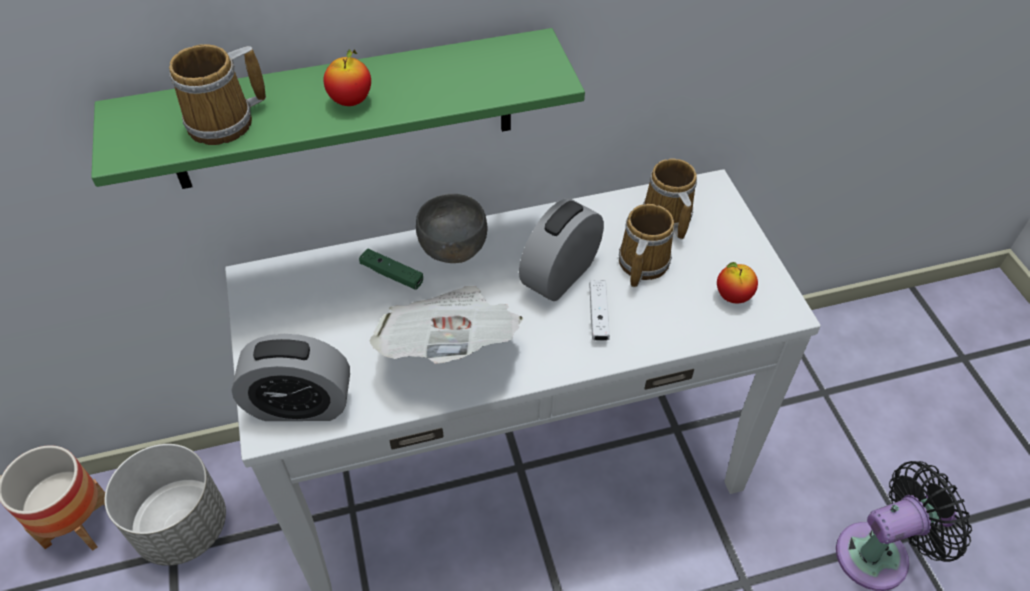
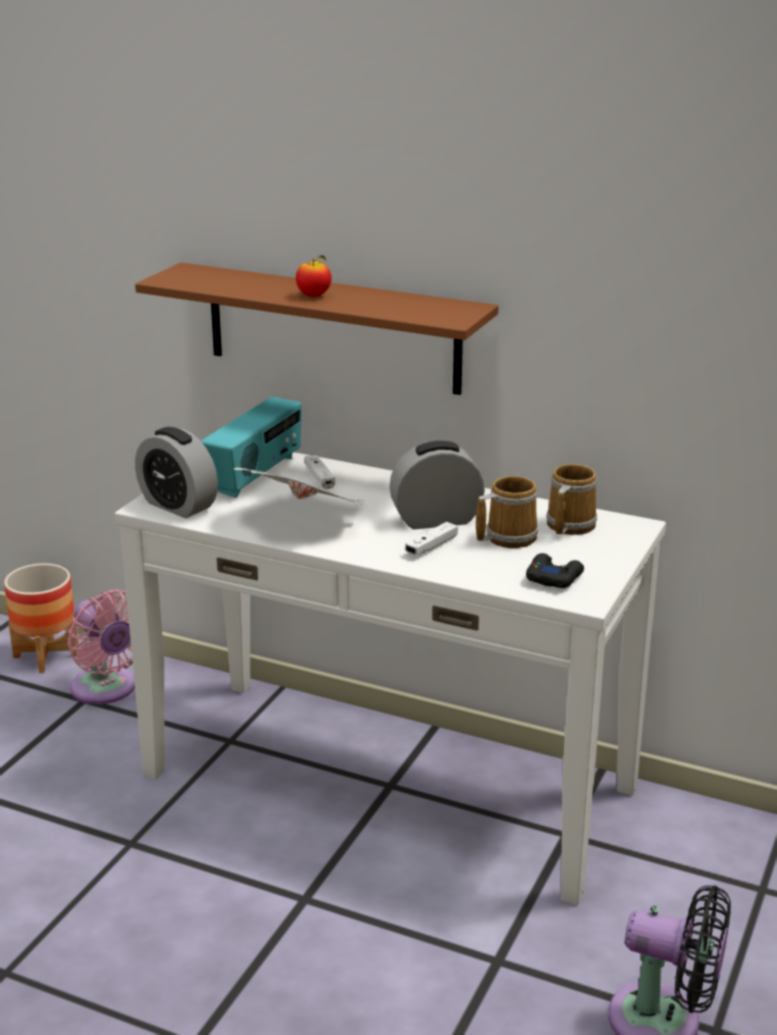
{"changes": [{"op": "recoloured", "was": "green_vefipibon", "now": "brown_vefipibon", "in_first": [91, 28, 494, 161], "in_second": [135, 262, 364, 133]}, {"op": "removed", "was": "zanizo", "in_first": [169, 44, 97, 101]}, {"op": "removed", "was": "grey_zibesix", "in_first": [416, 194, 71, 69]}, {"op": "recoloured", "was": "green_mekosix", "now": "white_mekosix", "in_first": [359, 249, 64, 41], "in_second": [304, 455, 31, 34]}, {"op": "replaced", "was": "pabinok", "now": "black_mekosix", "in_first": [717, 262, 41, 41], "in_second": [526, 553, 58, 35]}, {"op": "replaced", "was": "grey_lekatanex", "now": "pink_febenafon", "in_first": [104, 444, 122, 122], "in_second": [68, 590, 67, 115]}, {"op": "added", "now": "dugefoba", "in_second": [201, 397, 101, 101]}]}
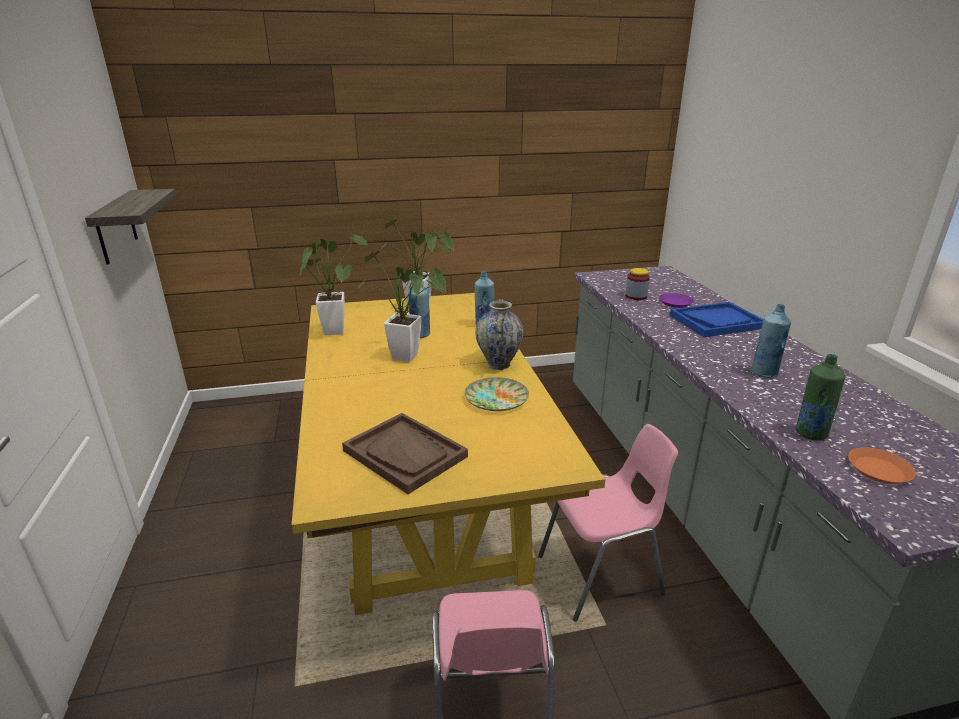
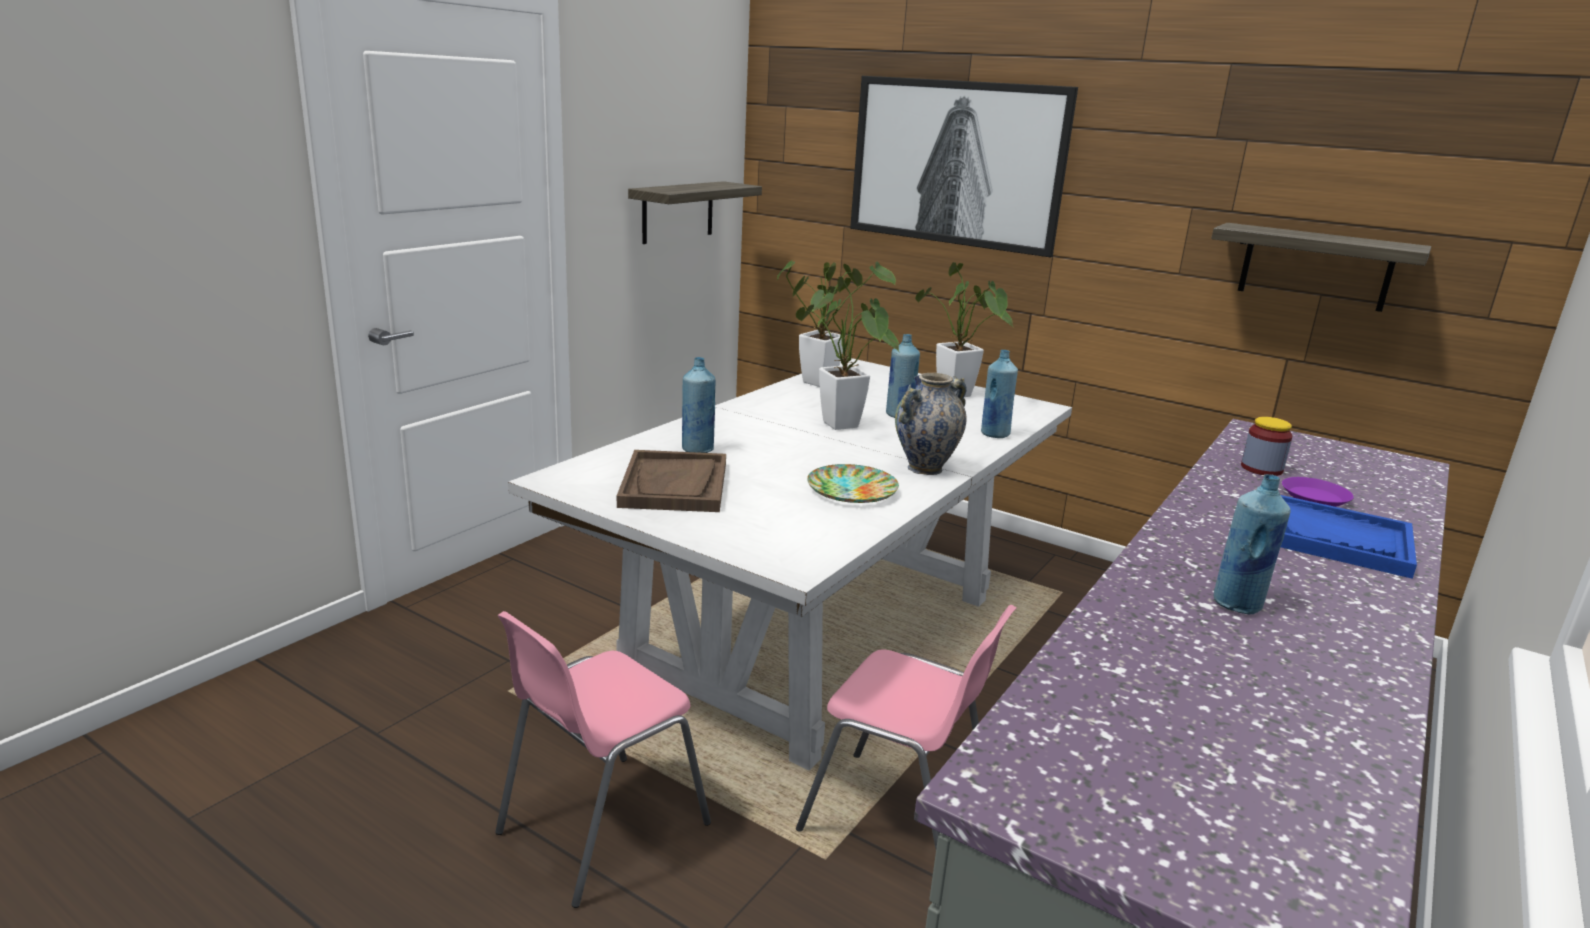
{"changes": [{"op": "recoloured", "was": "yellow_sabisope", "now": "white_sabisope", "in_first": [291, 293, 314, 322], "in_second": [508, 358, 564, 412]}, {"op": "removed", "was": "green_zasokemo", "in_first": [796, 354, 49, 86]}, {"op": "removed", "was": "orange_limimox", "in_first": [848, 447, 68, 37]}, {"op": "added", "now": "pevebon", "in_second": [850, 76, 228, 182]}, {"op": "added", "now": "vefipibon", "in_second": [1211, 223, 220, 89]}, {"op": "added", "now": "blue_zasokemo", "in_second": [682, 357, 33, 96]}]}
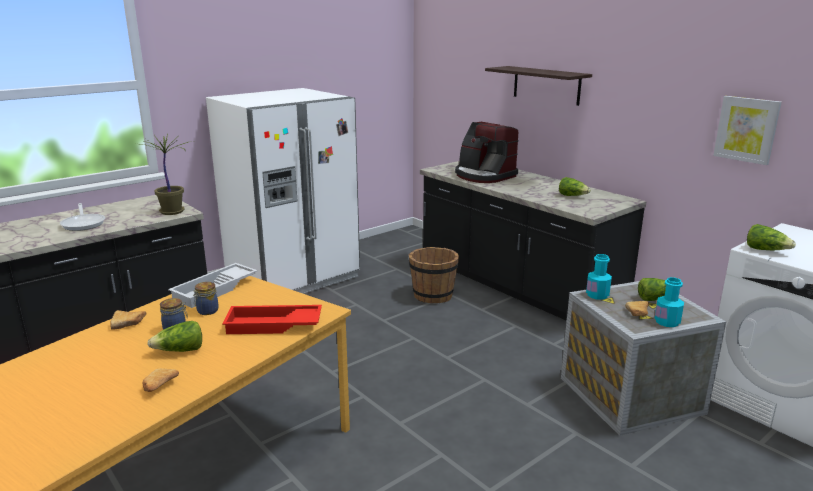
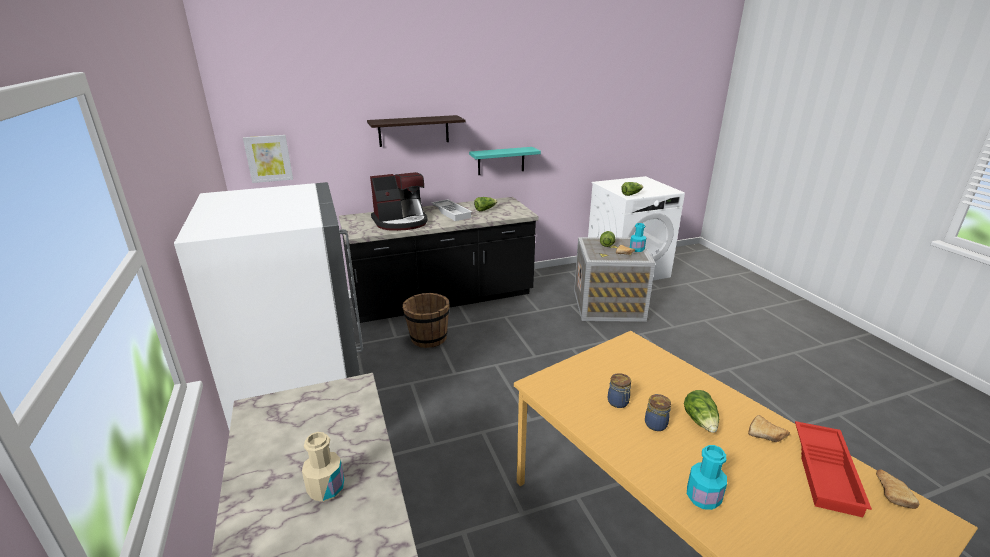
{"changes": [{"op": "moved", "was": "pevebon", "in_first": [713, 96, 69, 69], "in_second": [243, 135, 50, 48]}, {"op": "removed", "was": "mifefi", "in_first": [142, 134, 50, 81]}, {"op": "replaced", "was": "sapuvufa", "now": "beige_zasokemo", "in_first": [60, 203, 45, 28], "in_second": [302, 432, 42, 70]}, {"op": "moved", "was": "turquoise_zasokemo", "in_first": [586, 254, 26, 46], "in_second": [687, 445, 40, 65]}, {"op": "moved", "was": "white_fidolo", "in_first": [168, 263, 89, 45], "in_second": [431, 199, 41, 22]}, {"op": "moved", "was": "red_fidolo", "in_first": [222, 305, 100, 29], "in_second": [795, 421, 77, 96]}, {"op": "moved", "was": "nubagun", "in_first": [110, 310, 36, 20], "in_second": [876, 470, 43, 39]}, {"op": "added", "now": "turquoise_vefipibon", "in_second": [469, 147, 72, 28]}]}
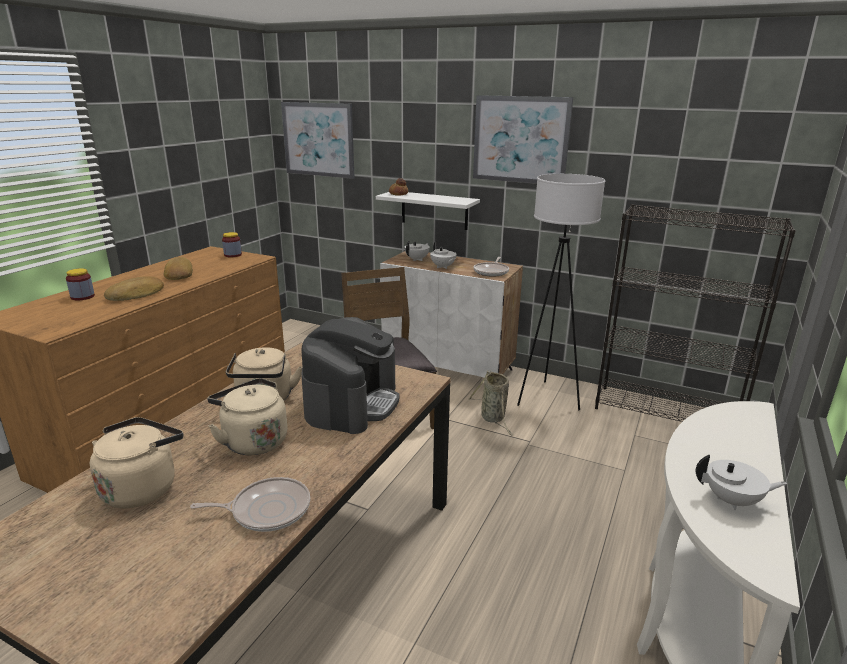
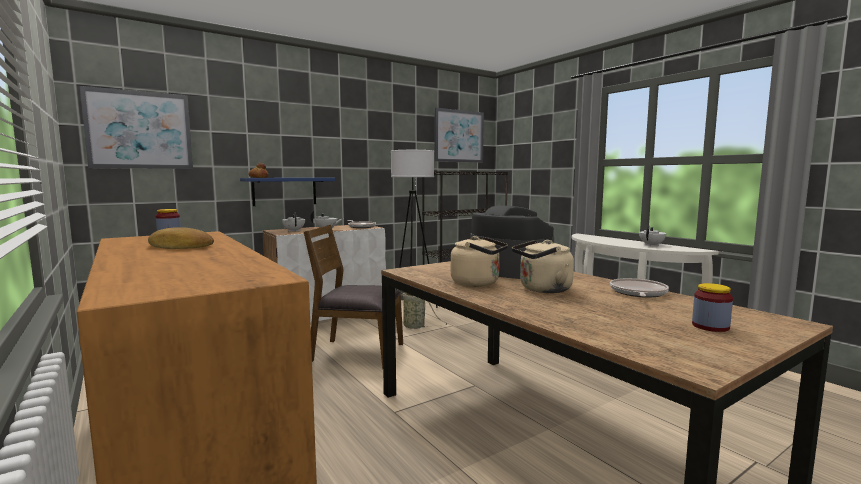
{"changes": [{"op": "moved", "was": "pevebon", "in_first": [473, 95, 100, 89], "in_second": [435, 108, 49, 55]}, {"op": "recoloured", "was": "white_vefipibon", "now": "blue_vefipibon", "in_first": [376, 192, 104, 38], "in_second": [240, 178, 95, 28]}, {"op": "moved", "was": "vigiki", "in_first": [66, 268, 29, 33], "in_second": [692, 283, 41, 49]}, {"op": "removed", "was": "nubagun", "in_first": [104, 276, 60, 25]}, {"op": "removed", "was": "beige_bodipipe", "in_first": [90, 417, 93, 91]}]}
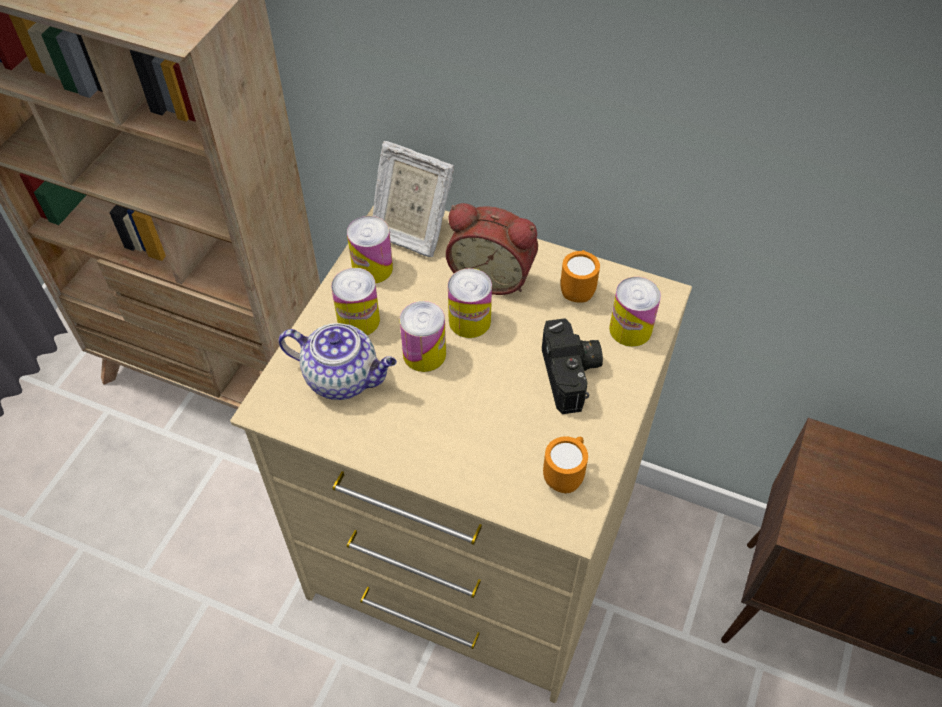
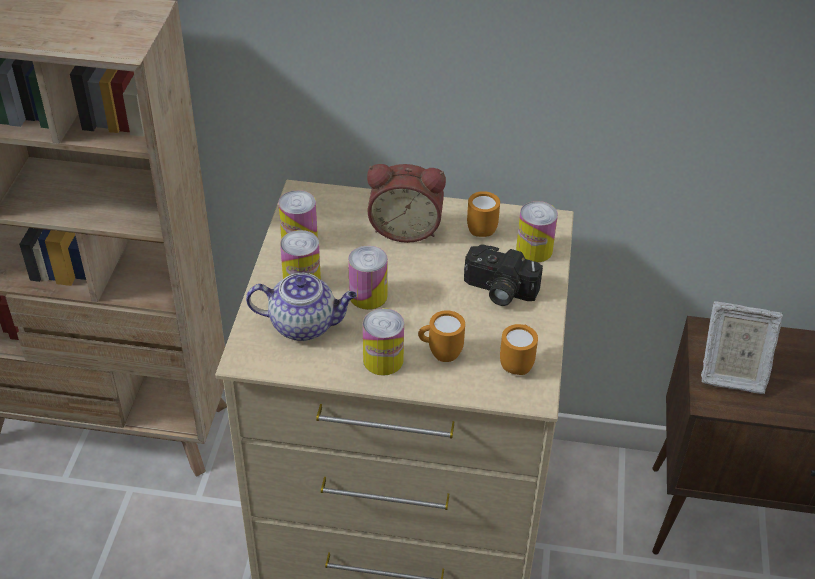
{"changes": [{"op": "moved", "was": "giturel", "in_first": [373, 141, 81, 116], "in_second": [701, 302, 82, 92]}, {"op": "moved", "was": "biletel", "in_first": [448, 268, 44, 70], "in_second": [363, 308, 41, 68]}, {"op": "turned", "was": "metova", "in_first": [542, 318, 61, 96], "in_second": [464, 244, 79, 62], "clockwise": 135}, {"op": "added", "now": "orange_zanizo", "in_second": [418, 310, 47, 52]}]}
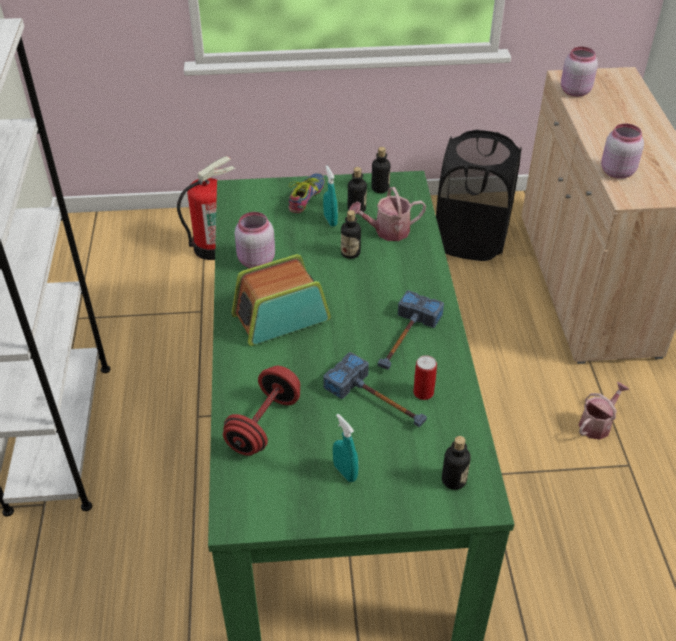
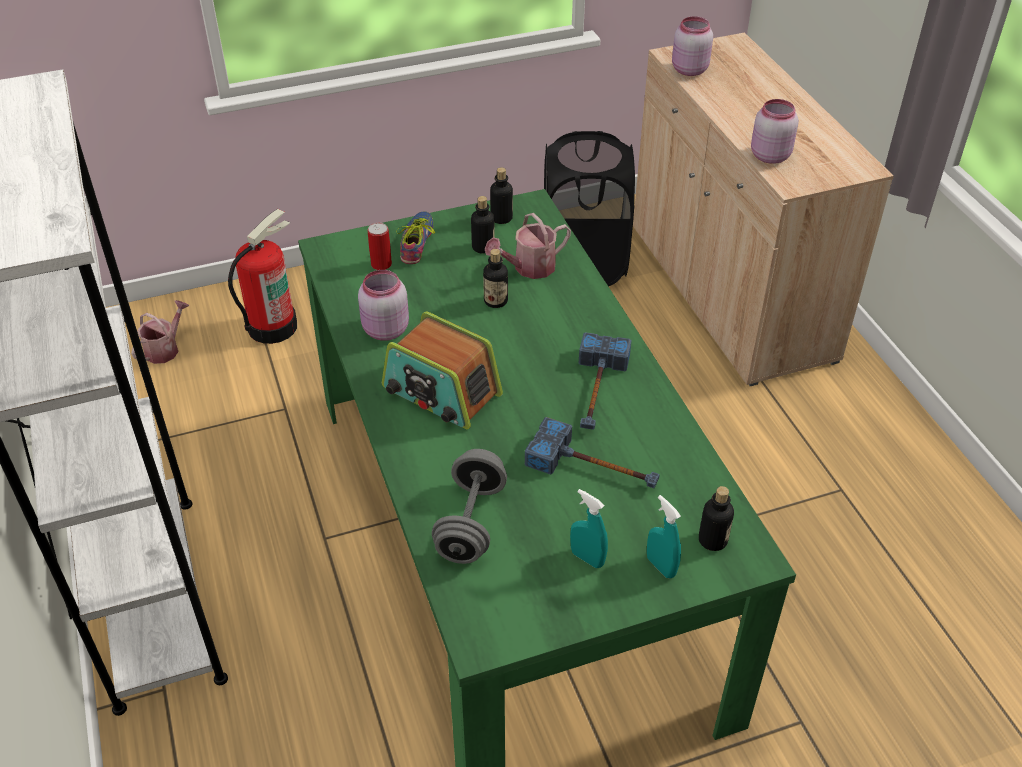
{"changes": [{"op": "moved", "was": "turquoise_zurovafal", "in_first": [323, 166, 15, 61], "in_second": [647, 495, 34, 83]}, {"op": "turned", "was": "dugefoba", "in_first": [231, 254, 100, 92], "in_second": [382, 311, 121, 119], "clockwise": -105}, {"op": "moved", "was": "biletel", "in_first": [413, 355, 24, 45], "in_second": [368, 223, 24, 47]}, {"op": "recoloured", "was": "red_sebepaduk", "now": "grey_sebepaduk", "in_first": [223, 366, 77, 90], "in_second": [432, 449, 75, 115]}, {"op": "moved", "was": "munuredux", "in_first": [579, 382, 50, 58], "in_second": [131, 300, 58, 64]}]}
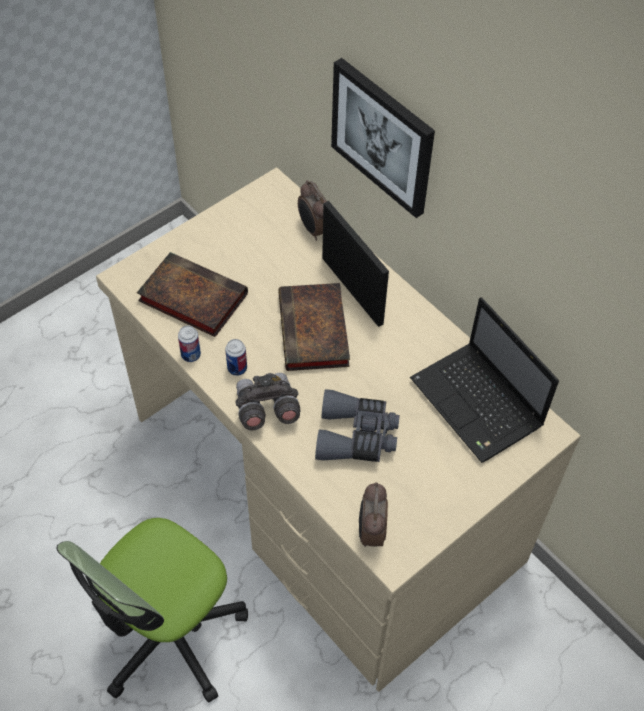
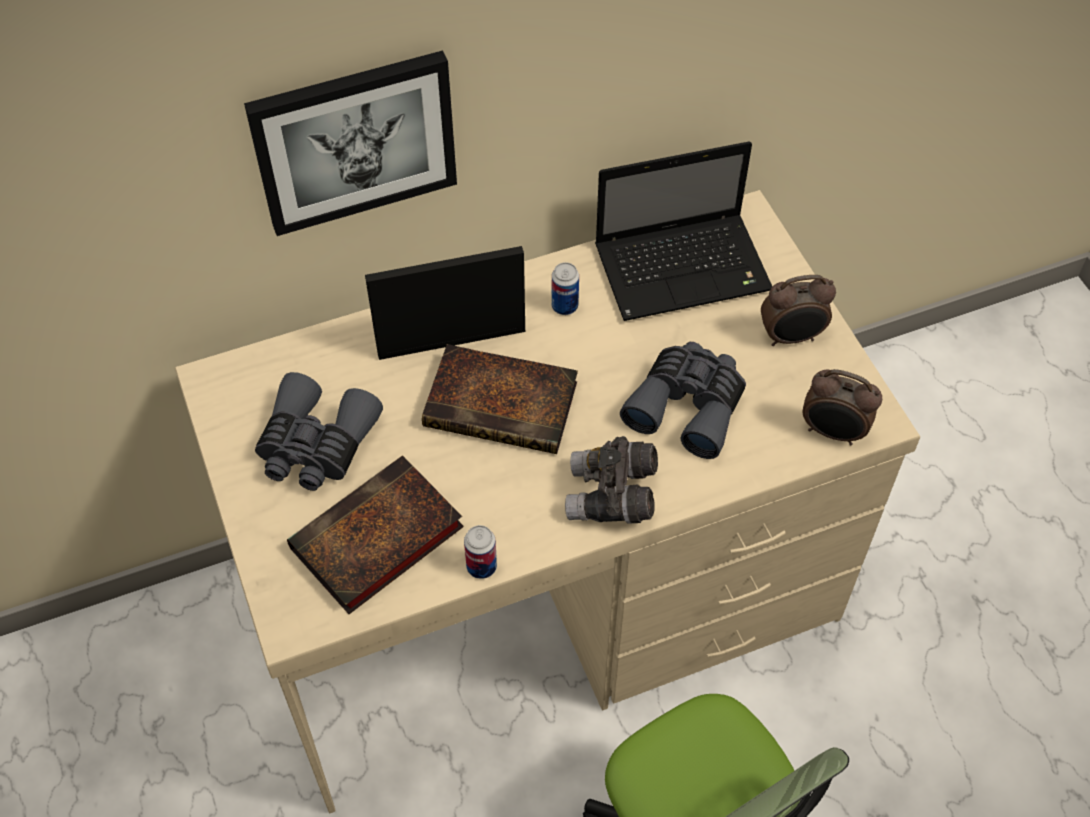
{"changes": [{"op": "moved", "was": "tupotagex", "in_first": [298, 180, 29, 61], "in_second": [761, 275, 75, 71]}, {"op": "moved", "was": "biletel", "in_first": [225, 339, 22, 37], "in_second": [551, 262, 28, 53]}, {"op": "added", "now": "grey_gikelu", "in_second": [255, 372, 128, 119]}]}
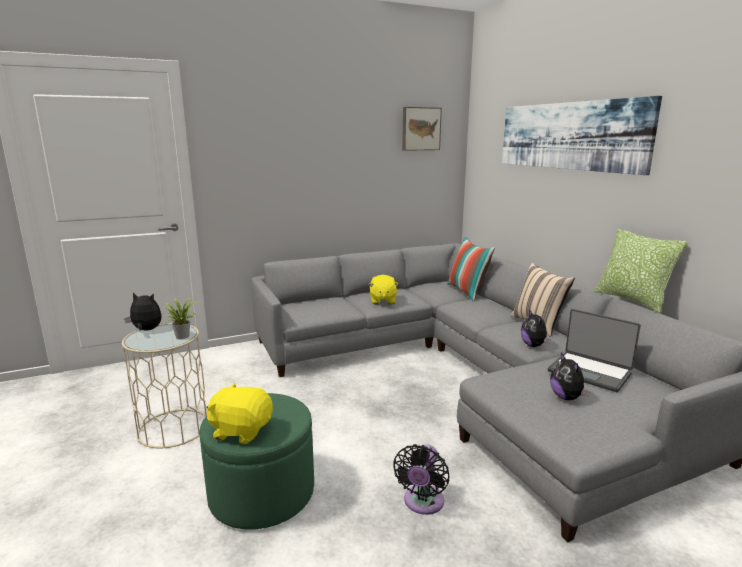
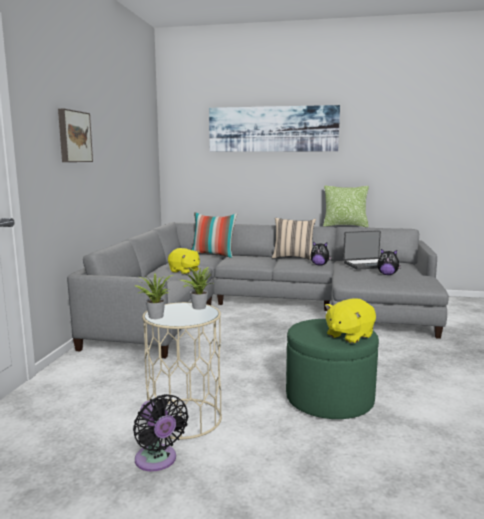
{"changes": [{"op": "moved", "was": "pevebon", "in_first": [402, 107, 40, 44], "in_second": [58, 109, 35, 53]}, {"op": "replaced", "was": "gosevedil", "now": "mifefi", "in_first": [124, 292, 38, 39], "in_second": [134, 274, 39, 45]}, {"op": "moved", "was": "black_febenafon", "in_first": [393, 444, 56, 71], "in_second": [133, 394, 55, 78]}]}
